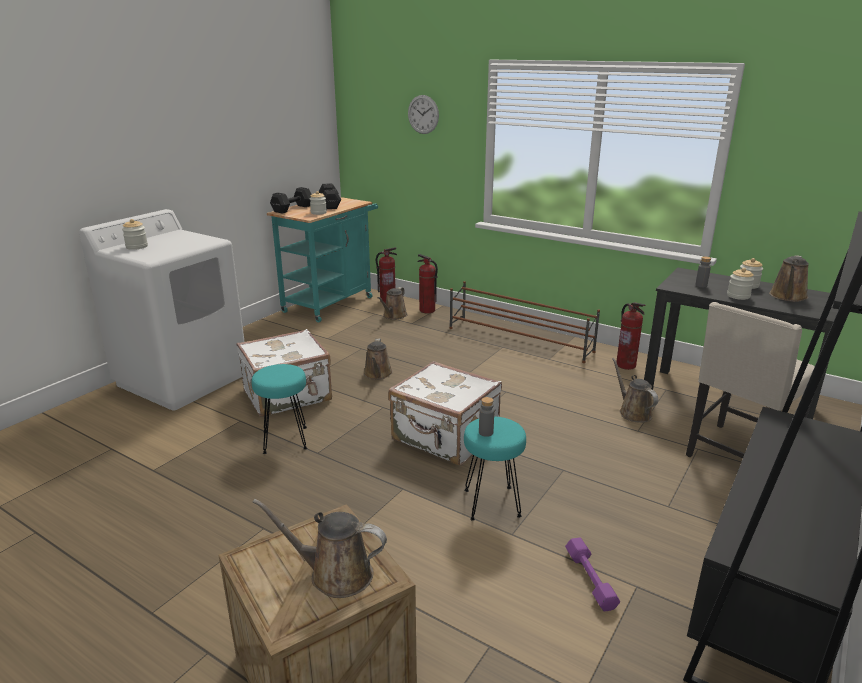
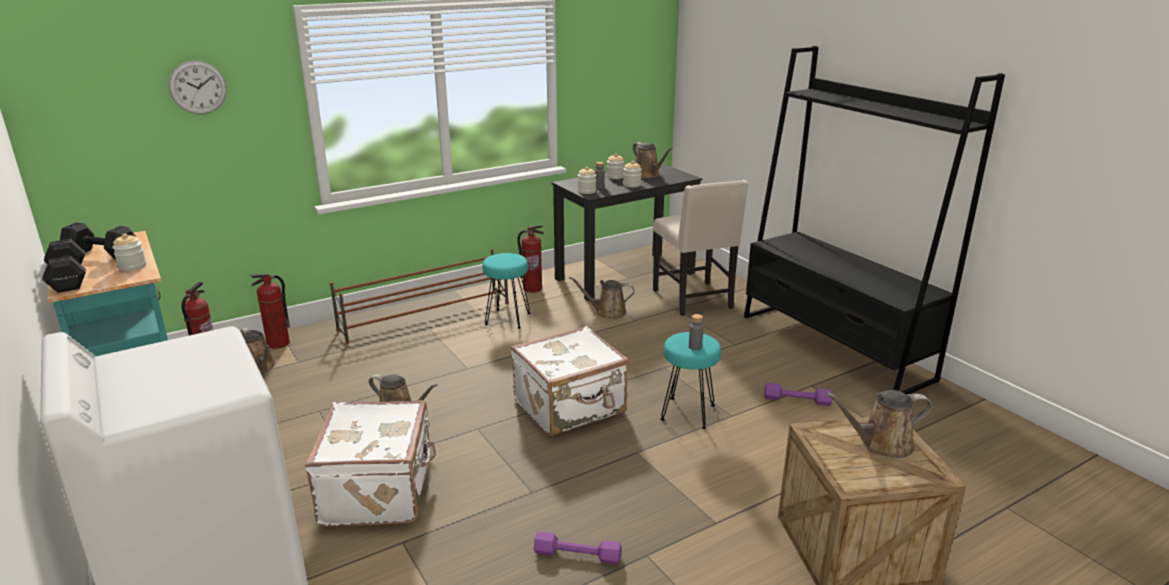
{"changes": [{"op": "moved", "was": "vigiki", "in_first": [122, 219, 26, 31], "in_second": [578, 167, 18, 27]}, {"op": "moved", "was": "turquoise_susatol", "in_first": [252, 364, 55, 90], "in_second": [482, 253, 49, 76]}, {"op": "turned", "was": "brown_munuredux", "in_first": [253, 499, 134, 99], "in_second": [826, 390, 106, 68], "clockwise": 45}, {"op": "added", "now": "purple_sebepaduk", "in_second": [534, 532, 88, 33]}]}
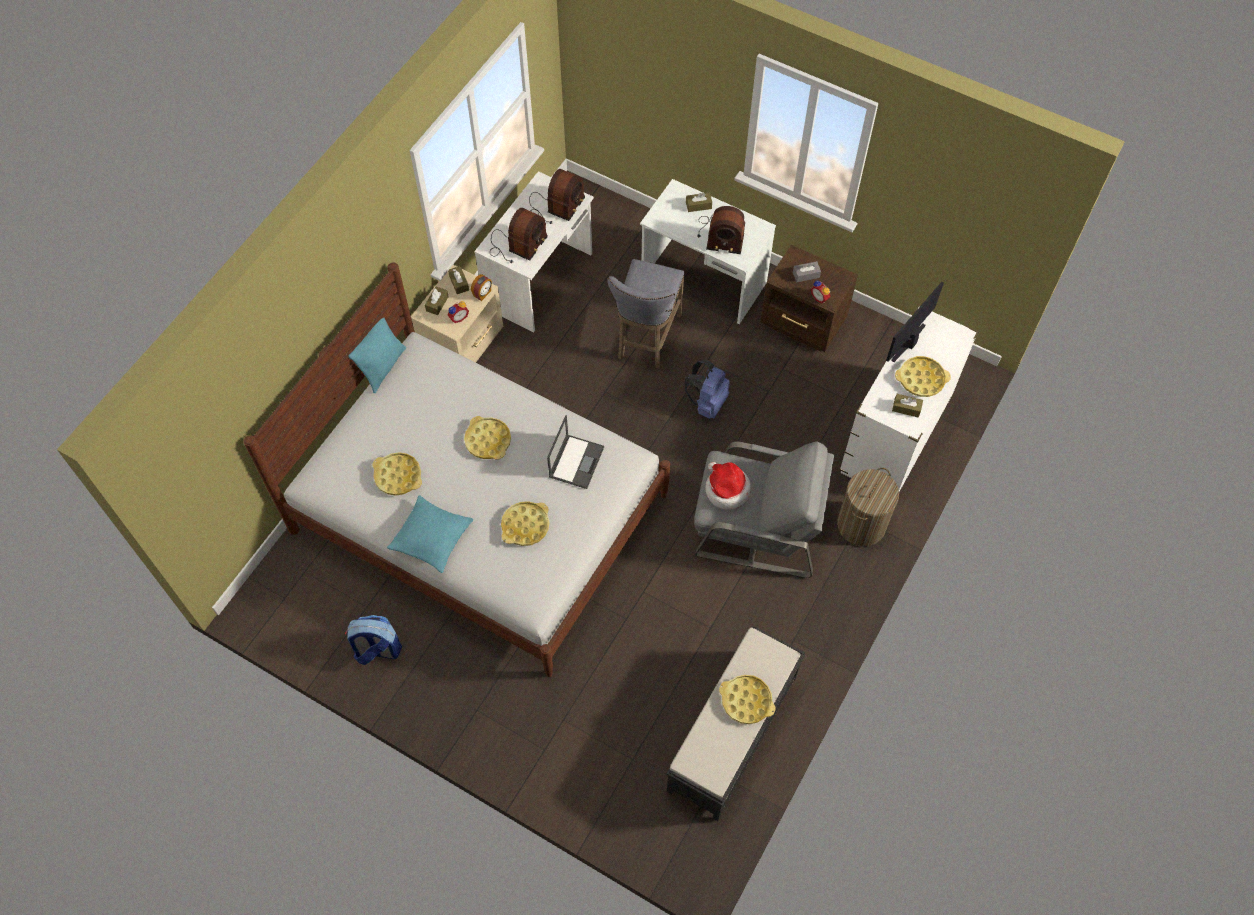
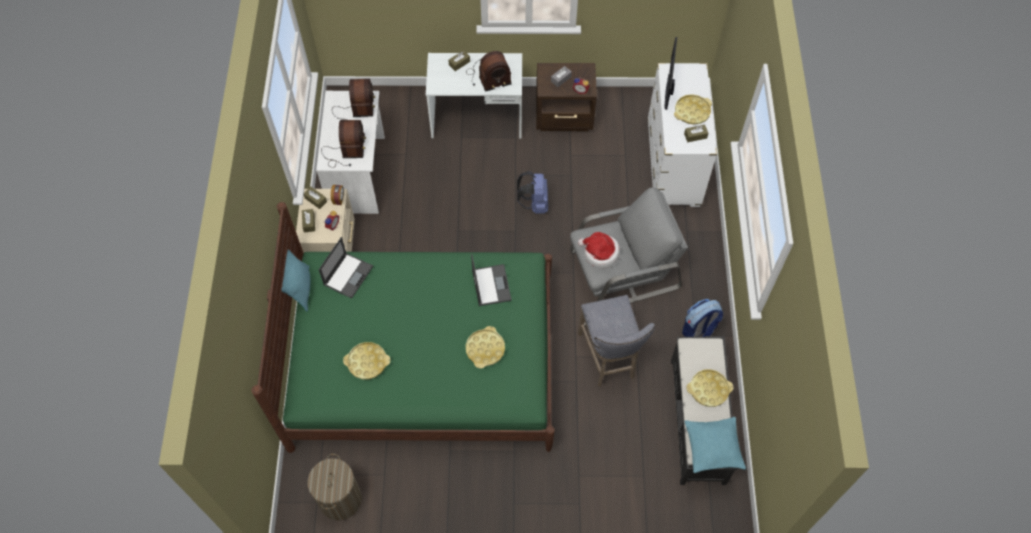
{"changes": [{"op": "moved", "was": "grey_susatol", "in_first": [608, 259, 77, 109], "in_second": [578, 295, 77, 91]}, {"op": "recoloured", "was": "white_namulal", "now": "green_namulal", "in_first": [243, 263, 427, 414], "in_second": [252, 202, 302, 251]}, {"op": "removed", "was": "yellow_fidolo", "in_first": [464, 416, 47, 44]}, {"op": "moved", "was": "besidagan", "in_first": [837, 468, 62, 78], "in_second": [307, 454, 55, 67]}, {"op": "moved", "was": "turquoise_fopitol", "in_first": [387, 495, 86, 78], "in_second": [684, 417, 62, 56]}, {"op": "moved", "was": "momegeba", "in_first": [345, 615, 57, 50], "in_second": [682, 299, 41, 38]}, {"op": "added", "now": "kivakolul", "in_second": [319, 237, 54, 62]}]}
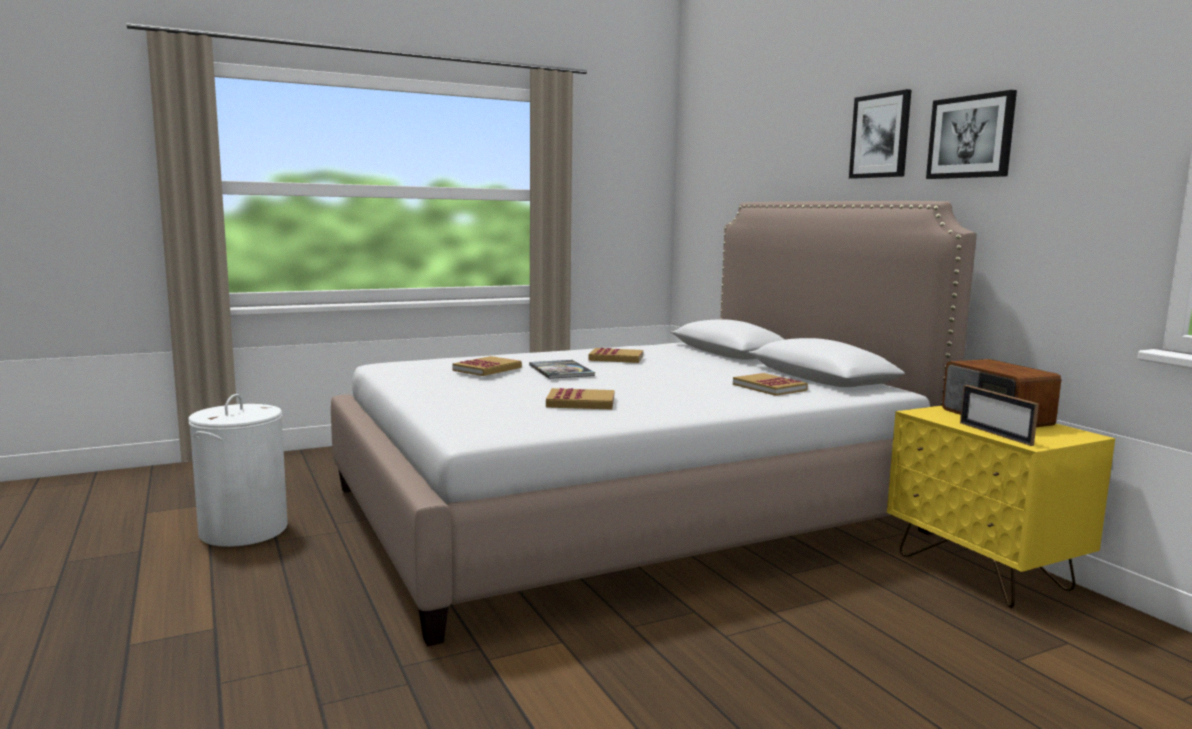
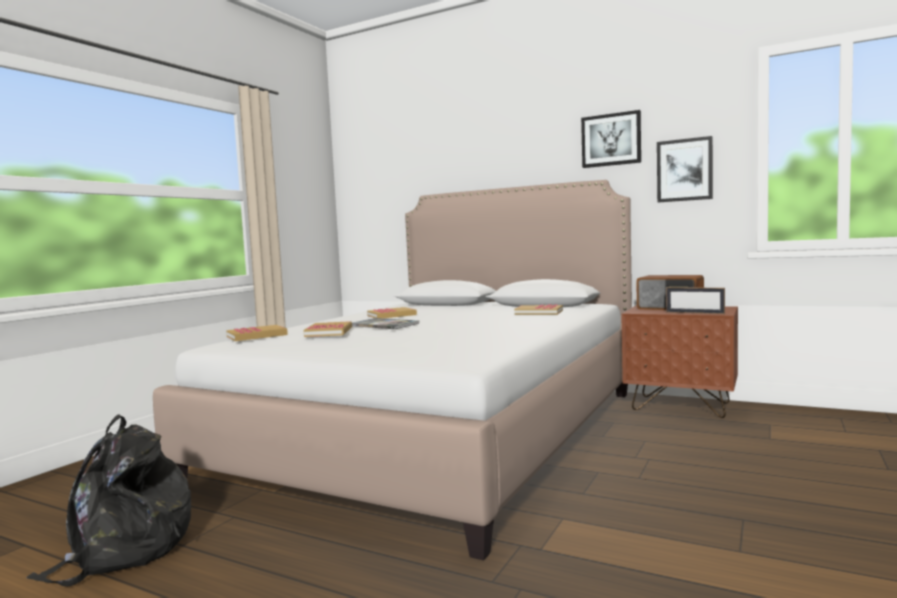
{"changes": [{"op": "moved", "was": "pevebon", "in_first": [849, 89, 62, 90], "in_second": [657, 136, 56, 66]}, {"op": "moved", "was": "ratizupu", "in_first": [546, 388, 68, 22], "in_second": [226, 325, 62, 16]}, {"op": "replaced", "was": "white_besidagan", "now": "black_momegeba", "in_first": [188, 394, 100, 153], "in_second": [26, 414, 165, 172]}, {"op": "recoloured", "was": "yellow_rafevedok", "now": "brown_rafevedok", "in_first": [887, 406, 228, 202], "in_second": [621, 305, 117, 113]}]}
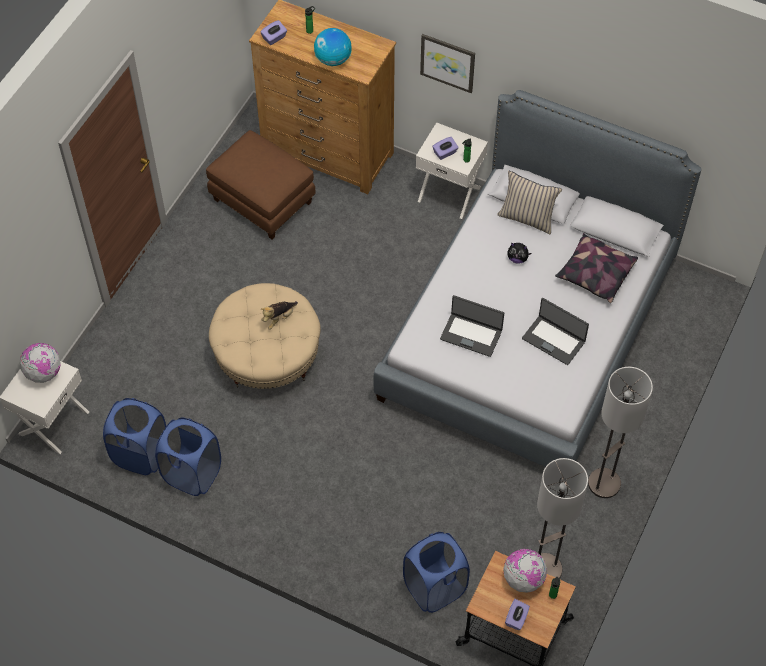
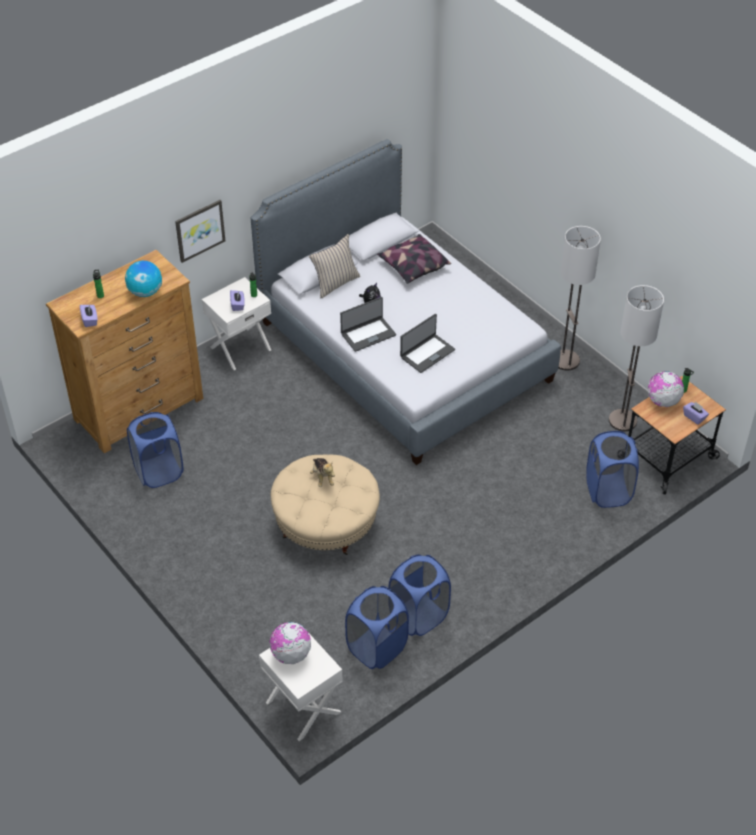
{"changes": [{"op": "replaced", "was": "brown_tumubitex", "now": "blue_besidagan", "in_first": [206, 130, 109, 109], "in_second": [127, 412, 57, 76]}, {"op": "moved", "was": "kivakolul", "in_first": [522, 298, 67, 67], "in_second": [340, 297, 56, 55]}]}
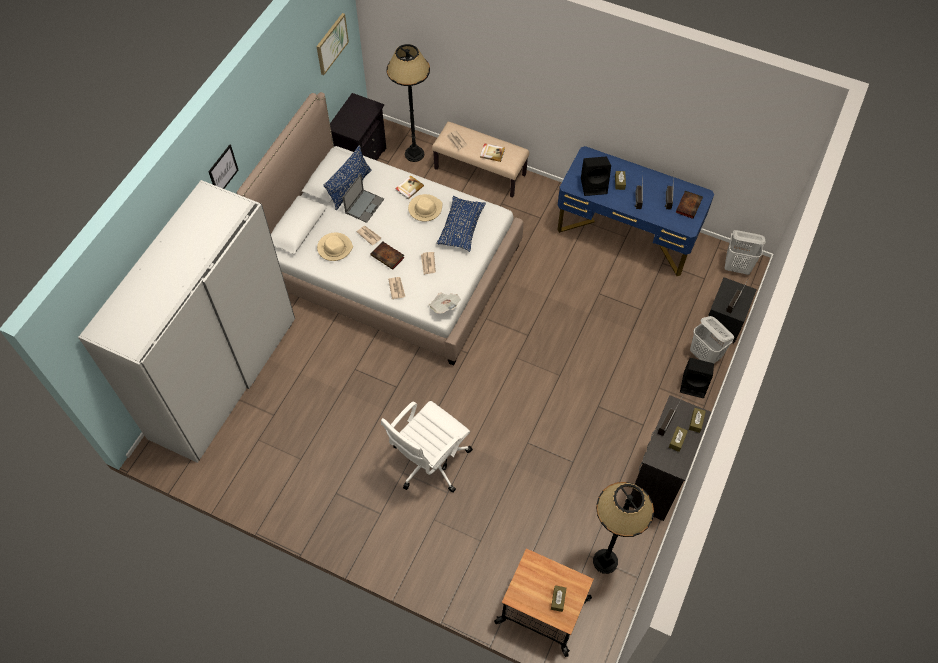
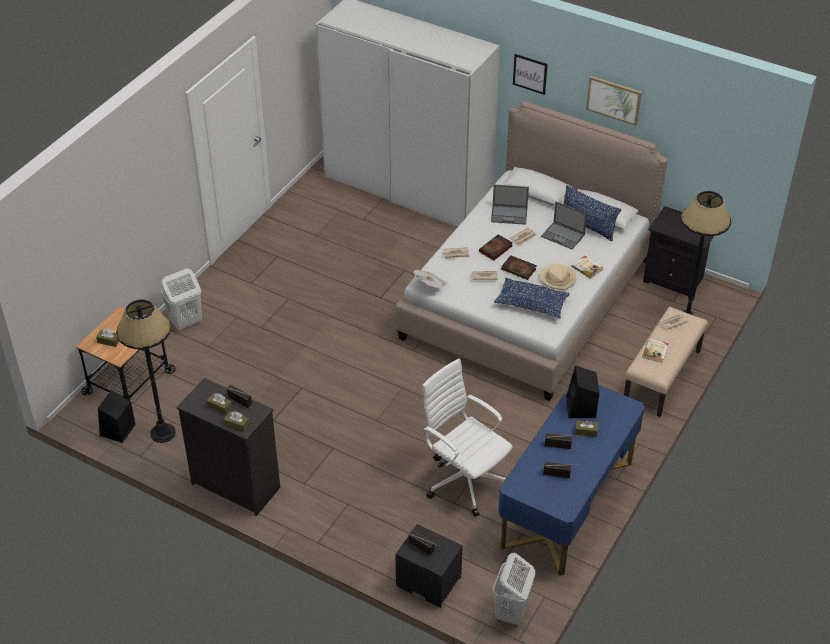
{"changes": [{"op": "moved", "was": "pevebon", "in_first": [316, 13, 33, 62], "in_second": [586, 76, 56, 50]}, {"op": "moved", "was": "ratizupu", "in_first": [676, 191, 27, 28], "in_second": [501, 255, 36, 25]}, {"op": "replaced", "was": "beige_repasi", "now": "kivakolul", "in_first": [317, 232, 36, 29], "in_second": [491, 185, 38, 40]}, {"op": "moved", "was": "white_besidagan", "in_first": [690, 316, 44, 47], "in_second": [161, 269, 41, 62]}, {"op": "moved", "was": "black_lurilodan", "in_first": [680, 358, 34, 40], "in_second": [98, 390, 38, 53]}, {"op": "moved", "was": "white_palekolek", "in_first": [381, 401, 92, 91], "in_second": [422, 358, 91, 159]}]}
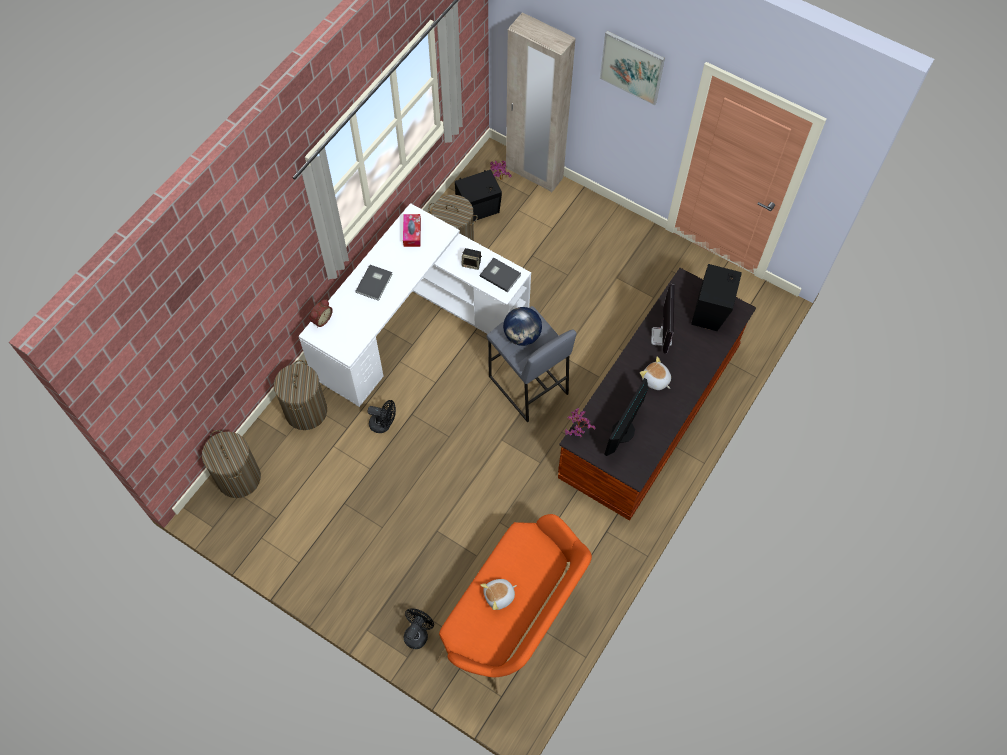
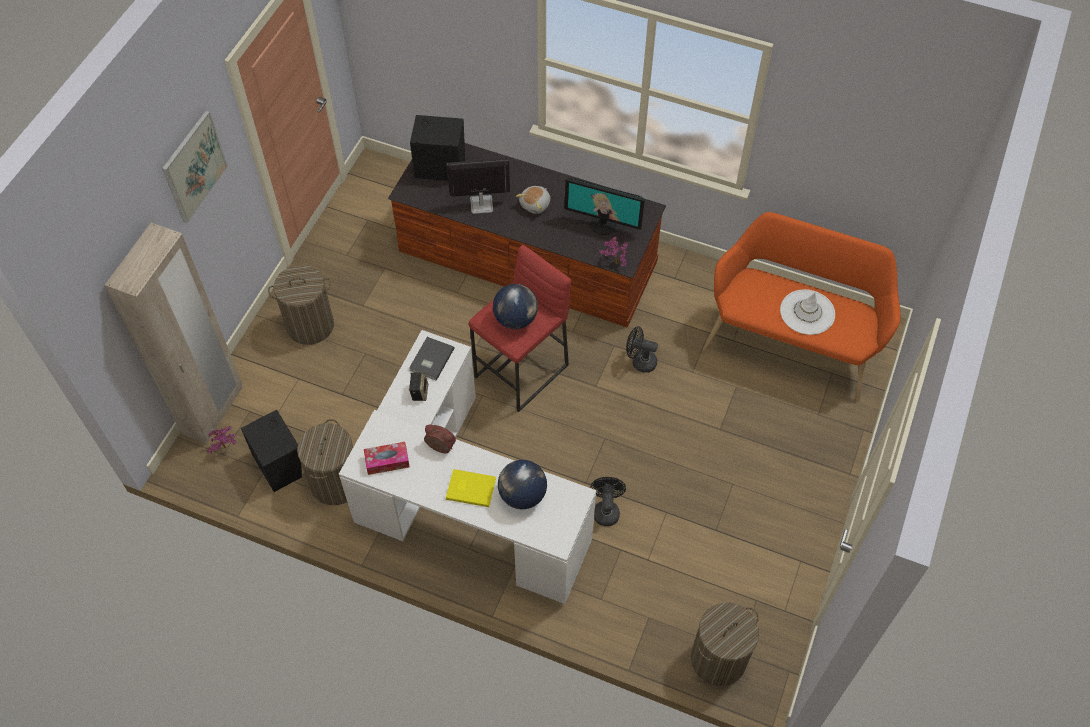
{"changes": [{"op": "recoloured", "was": "grey_ratizupu", "now": "yellow_ratizupu", "in_first": [355, 265, 37, 36], "in_second": [446, 469, 50, 38]}, {"op": "moved", "was": "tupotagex", "in_first": [309, 299, 24, 29], "in_second": [424, 424, 32, 29]}, {"op": "recoloured", "was": "grey_susatol", "now": "red_susatol", "in_first": [487, 306, 90, 116], "in_second": [469, 245, 102, 167]}, {"op": "moved", "was": "besidagan", "in_first": [274, 360, 53, 70], "in_second": [268, 265, 66, 80]}, {"op": "replaced", "was": "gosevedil", "now": "white_repasi", "in_first": [481, 579, 36, 31], "in_second": [780, 289, 55, 46]}, {"op": "moved", "was": "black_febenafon", "in_first": [404, 608, 30, 41], "in_second": [626, 326, 32, 47]}, {"op": "added", "now": "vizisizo", "in_second": [498, 460, 49, 49]}]}
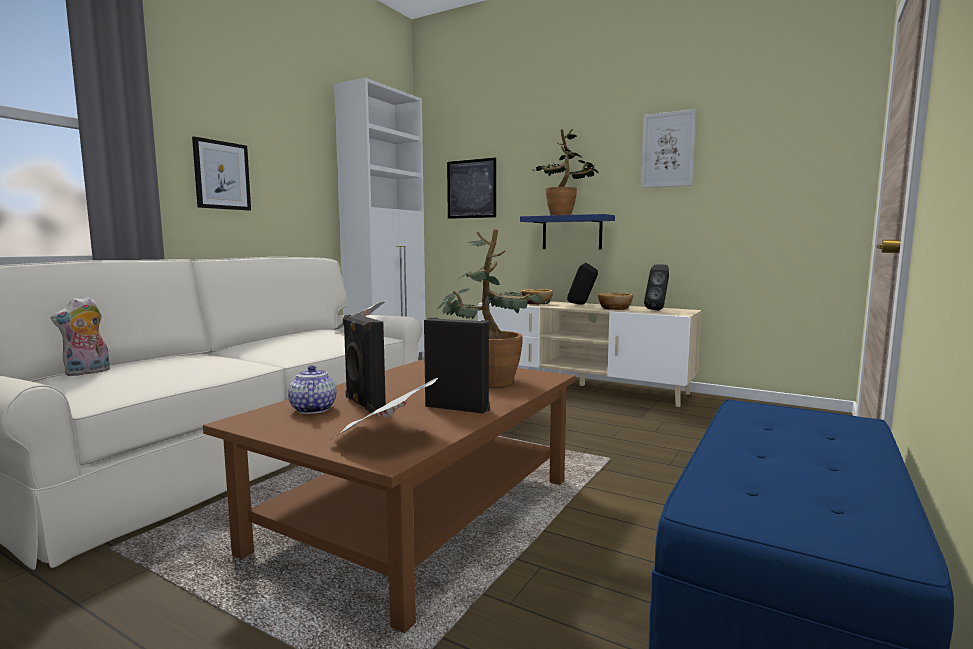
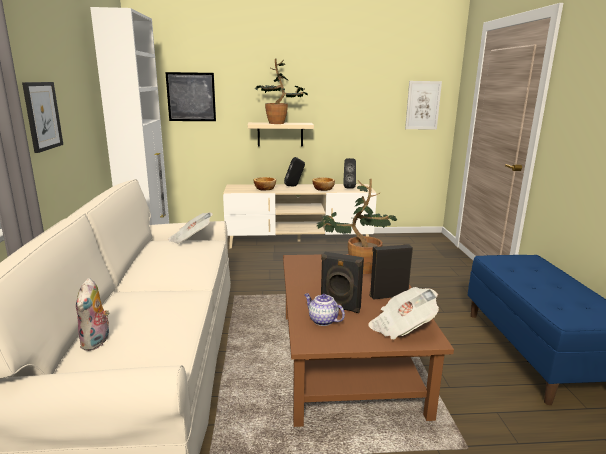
{"changes": [{"op": "moved", "was": "pevebon", "in_first": [641, 109, 55, 79], "in_second": [405, 81, 37, 48]}, {"op": "recoloured", "was": "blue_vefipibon", "now": "beige_vefipibon", "in_first": [520, 214, 95, 36], "in_second": [248, 122, 66, 25]}]}
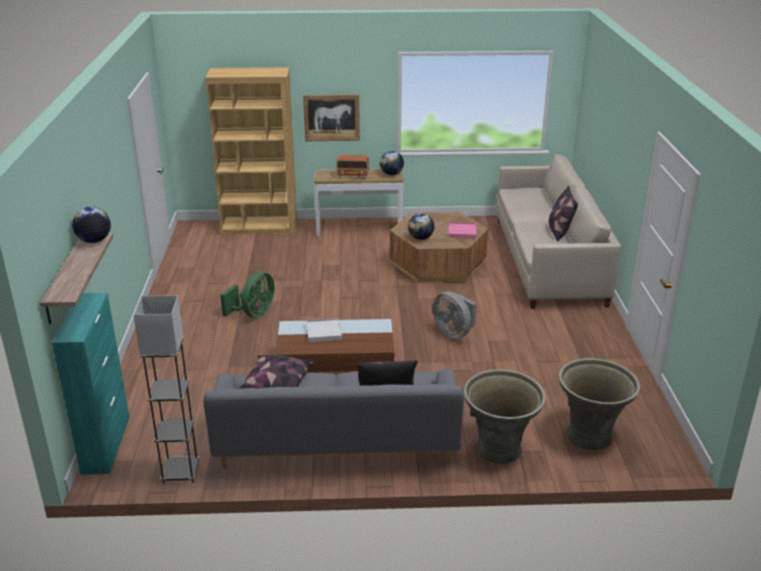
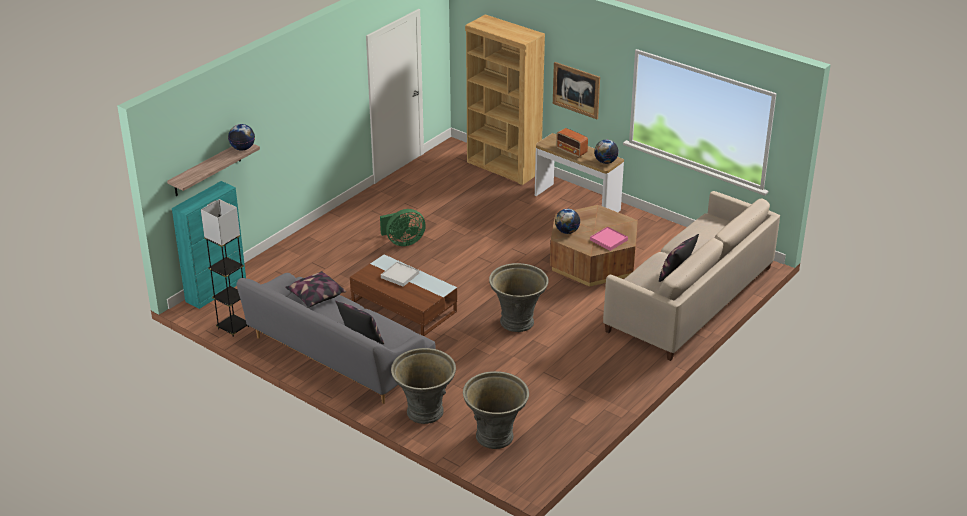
{"changes": [{"op": "replaced", "was": "grey_febenafon", "now": "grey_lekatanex", "in_first": [433, 291, 43, 48], "in_second": [489, 263, 60, 69]}]}
